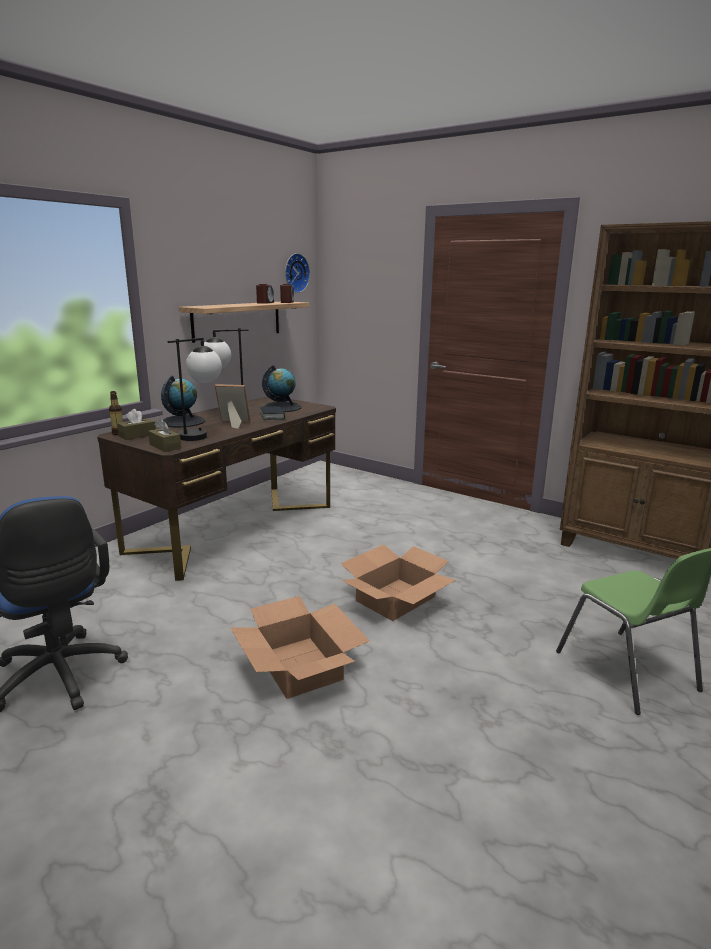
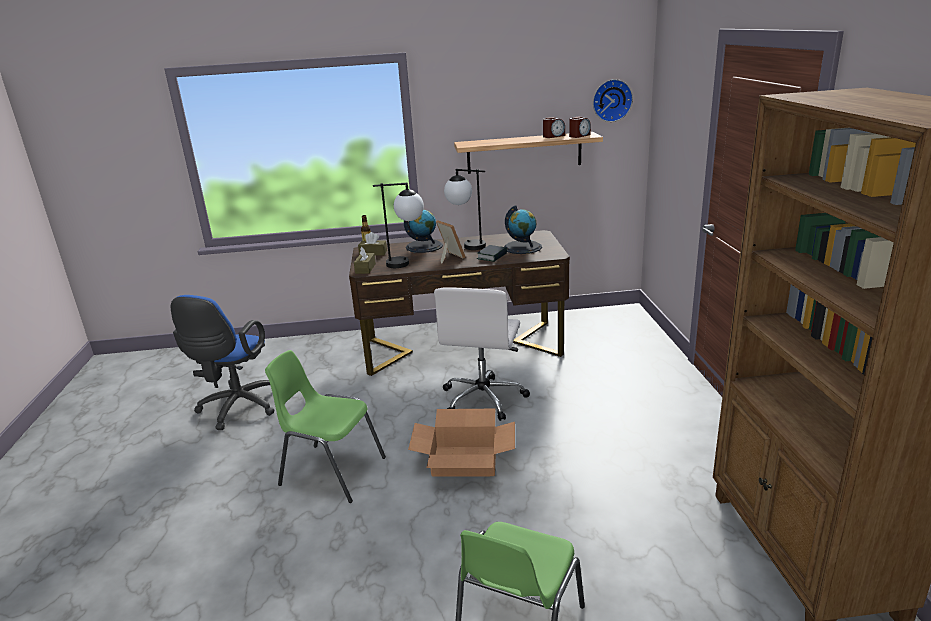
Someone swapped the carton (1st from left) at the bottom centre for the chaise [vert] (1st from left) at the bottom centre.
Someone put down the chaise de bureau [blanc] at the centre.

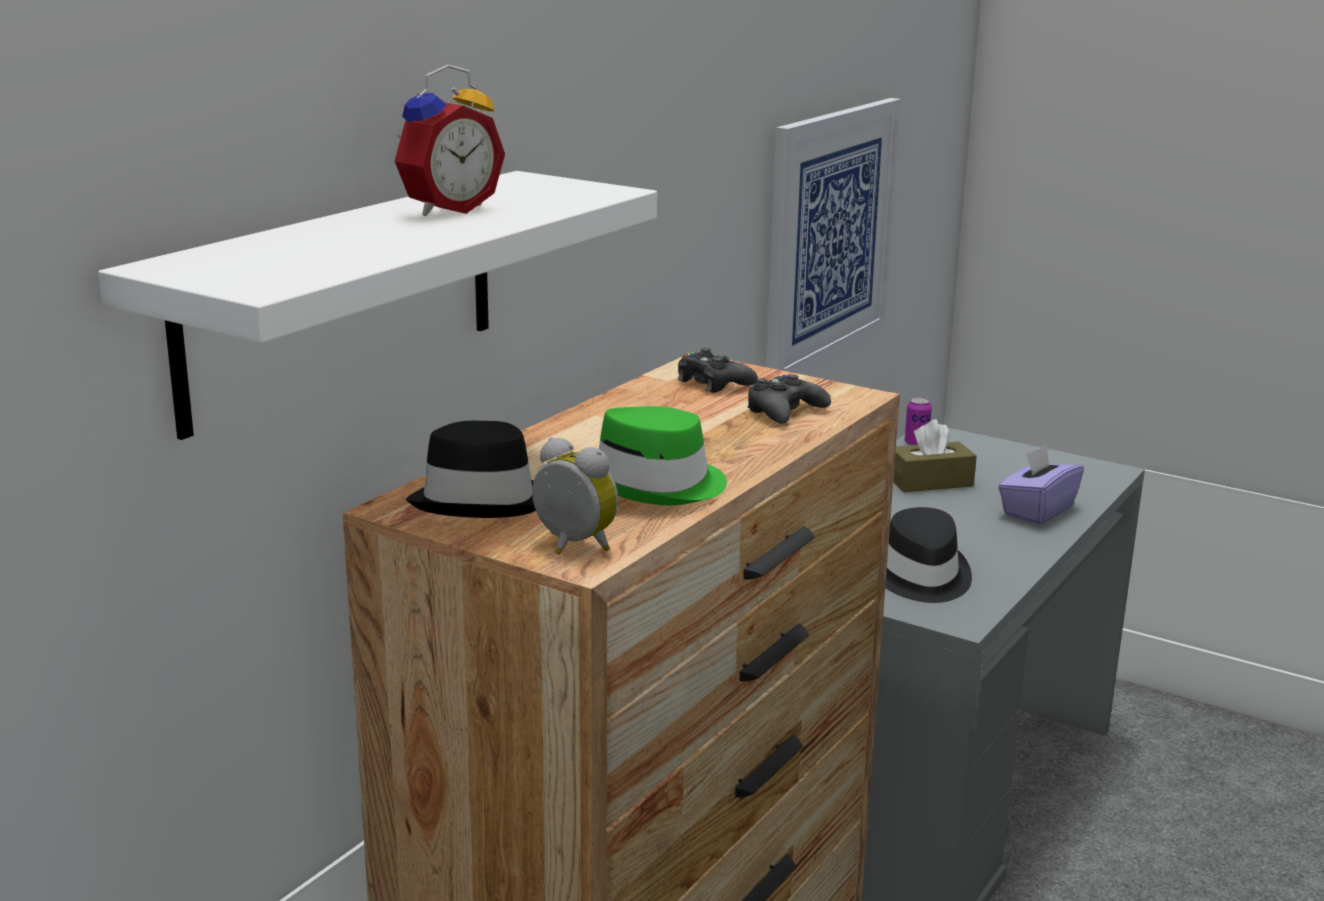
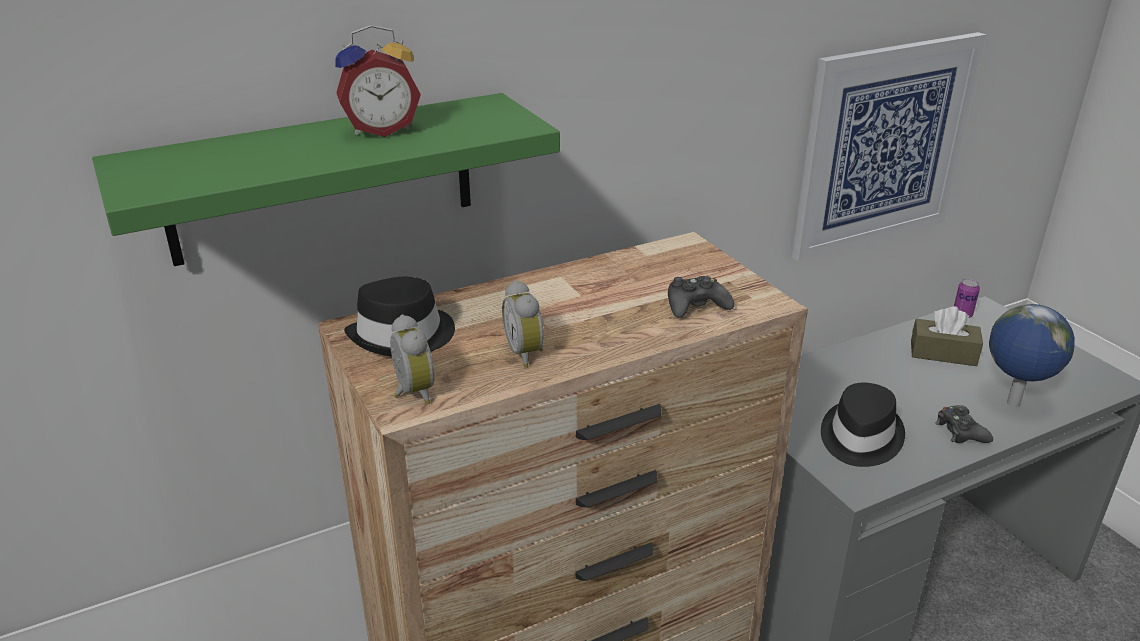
Someone repainted the étagère [blanc] at the middle left, which became the étagère [vert] at the top left.
Someone swapped the chapeau [vert] at the centre for the réveil (3rd from left) at the centre.
Someone carried the manette [noir] (1st from left in the first image) from the centre to the middle right.
Someone swapped the boîte à mouchoirs [violet] at the middle right for the globe at the middle right.

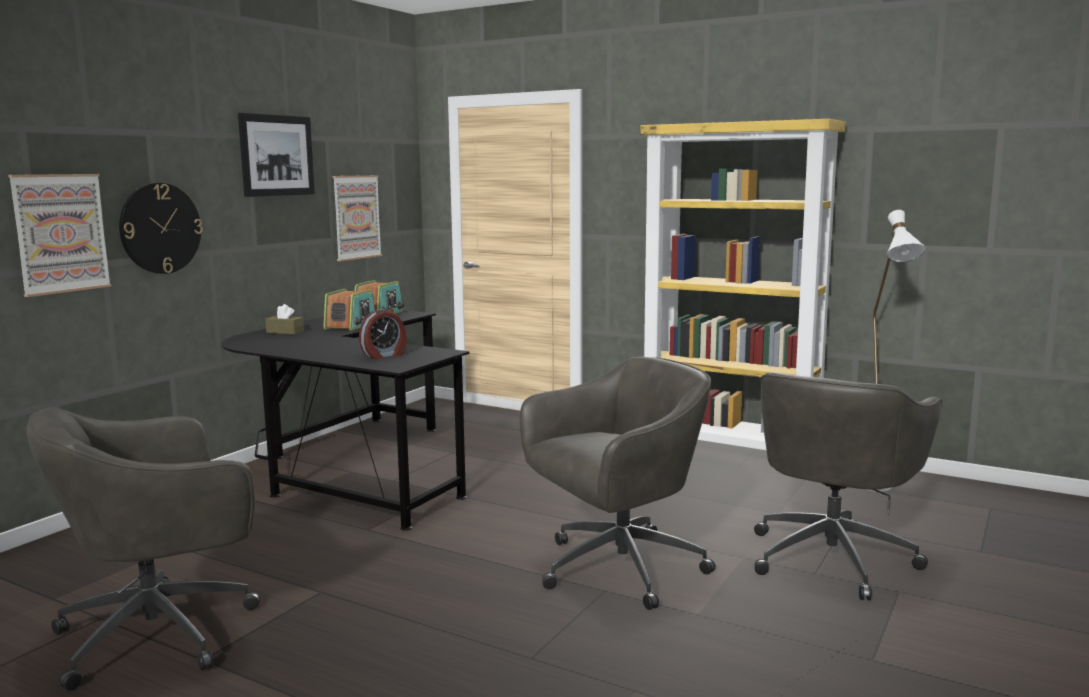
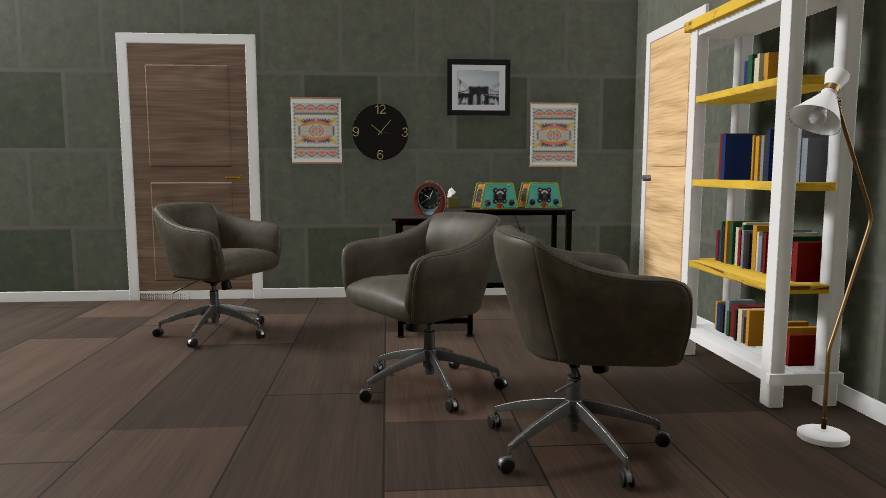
Someone rotated the chaise de bureau [gris] (2nd from left) at the bottom centre by 60 degrees counterclockwise.

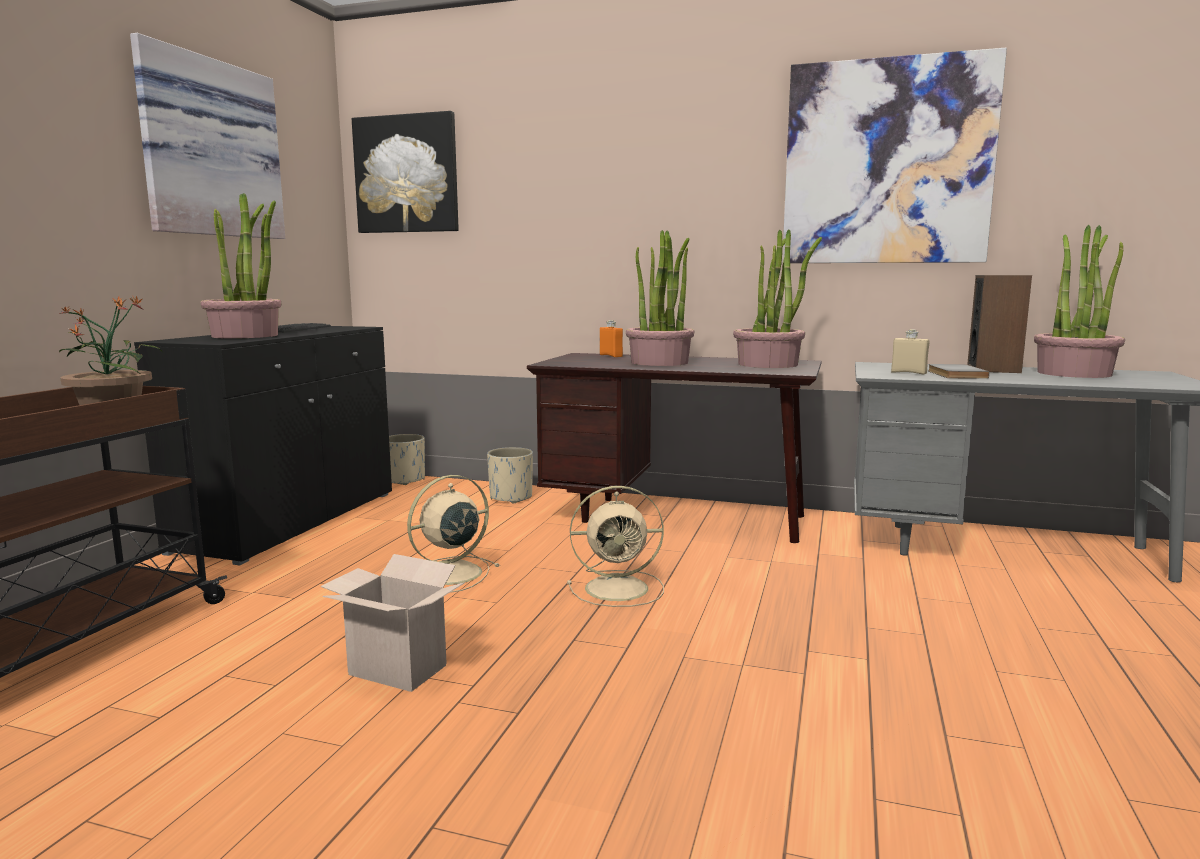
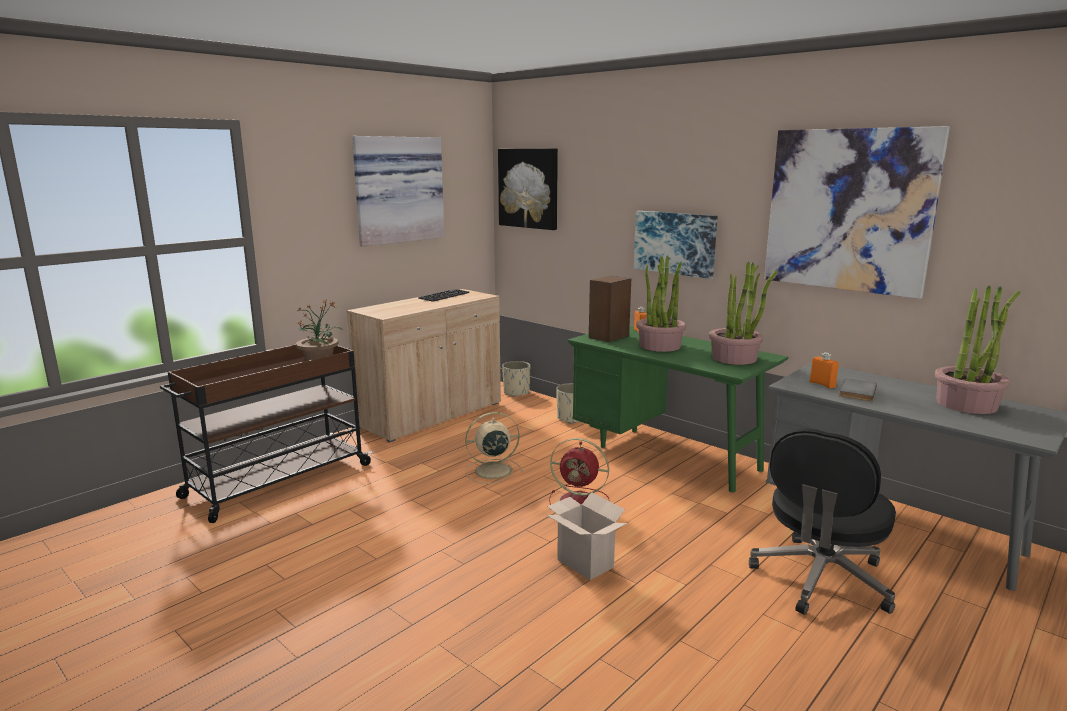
Someone repainted the meuble de rangement [noir] at the middle left, which became the meuble de rangement [beige] at the centre.
Someone carried the carton from the bottom left to the bottom centre.
Someone repainted the ventilateur [beige] (2nd from left) at the centre, which became the ventilateur [rouge] at the centre.
Someone repainted the bureau [marron] at the centre, which became the bureau [vert] at the centre.
Someone carried the enceinte from the middle right to the centre.
Someone put up the tableau (3rd from left) at the centre.
Someone put down the chaise de bureau [noir] at the bottom right.
Someone repainted the bouteille [beige] at the middle right, which became the bouteille [orange] (2nd from left) at the middle right.
Someone took away the plante en pot (2nd from left) at the top left.

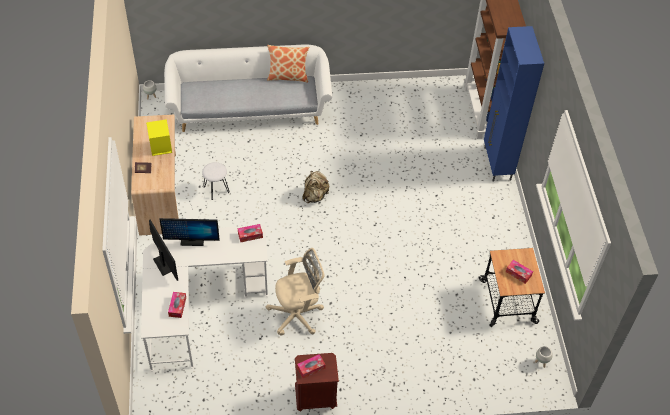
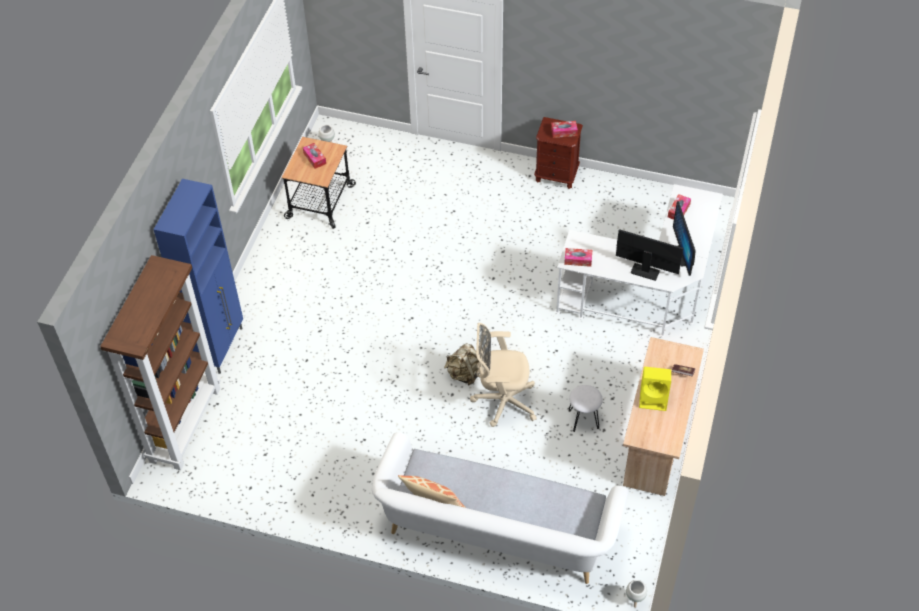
Someone carried the chaise de bureau [beige] from the bottom centre to the centre.

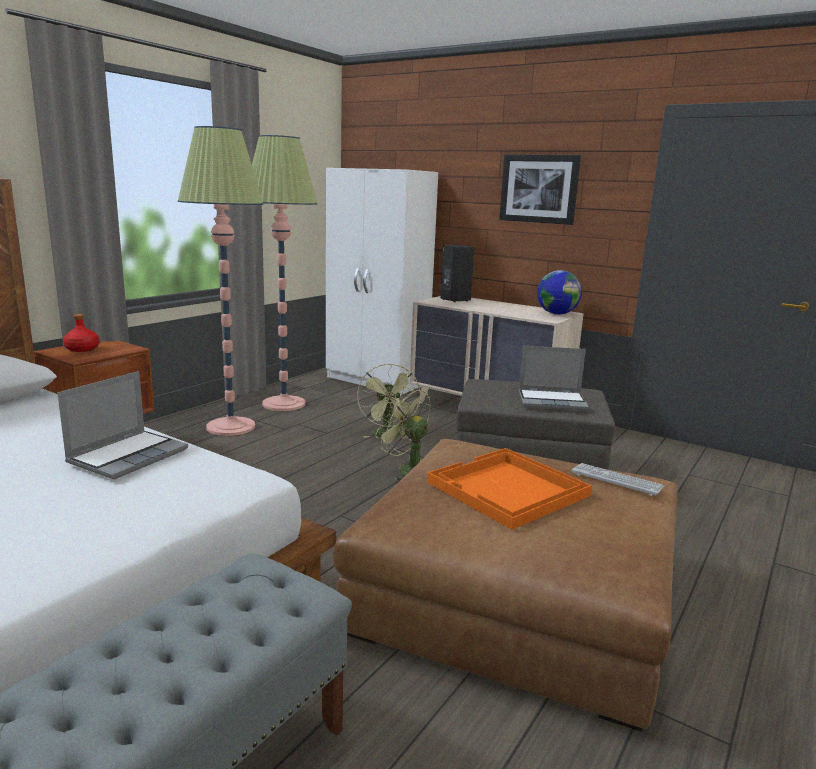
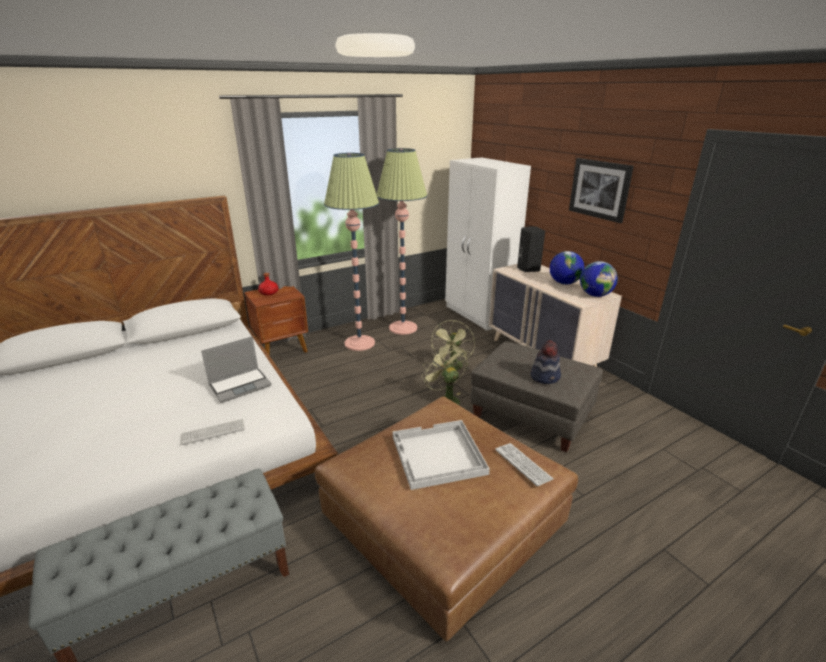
Someone put down the clavier (1st from left) at the middle left.
Someone repainted the plateau [orange] at the centre, which became the plateau [blanc] at the bottom centre.
Someone swapped the ordinateur portable (2nd from left) at the middle right for the chapeau at the centre.
Someone put down the globe (1st from left) at the middle right.

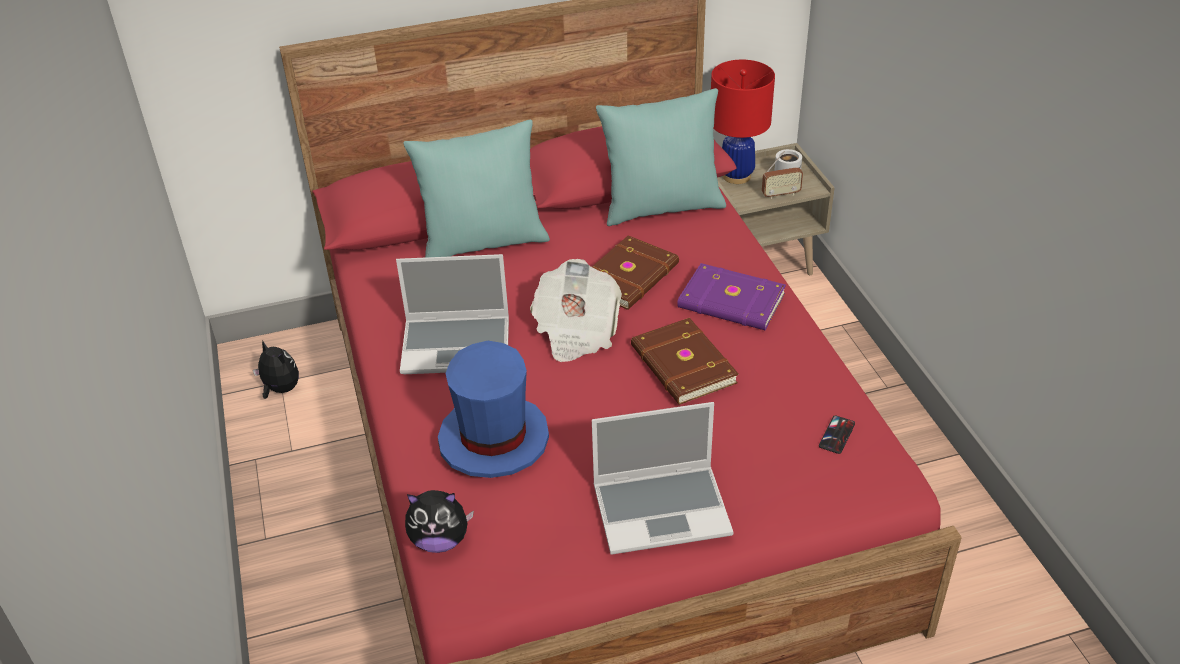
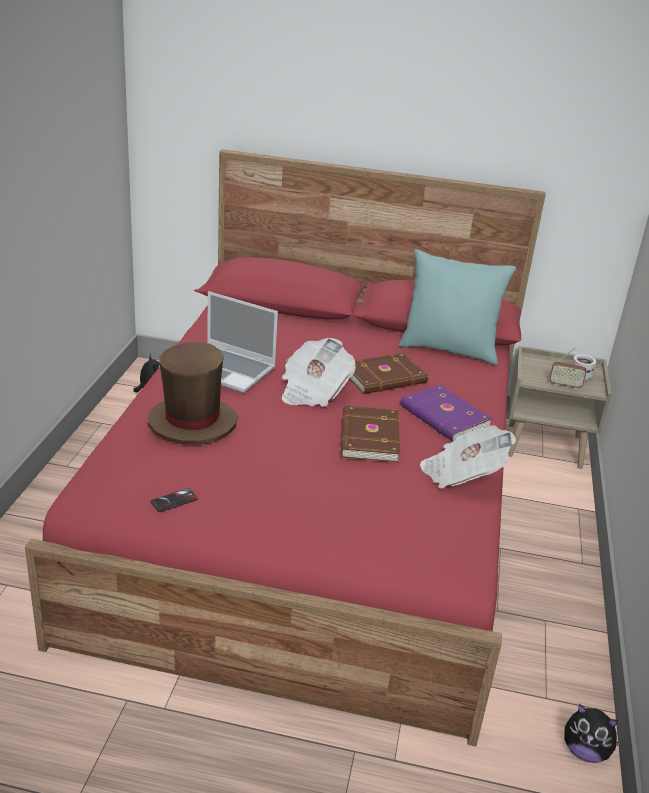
Someone repainted the chapeau [bleu] at the centre, which became the chapeau [marron] at the middle left.
Someone carried the téléphone from the middle right to the middle left.
Someone put down the journal (2nd from left) at the middle right.
Someone carried the peluche (2nd from left) from the bottom centre to the bottom right.
Someone took away the coussin [turquoise] (1st from left) at the top centre.
Someone took away the ordinateur portable (2nd from left) at the bottom centre.
Someone took away the lampe de table [rouge] at the top centre.

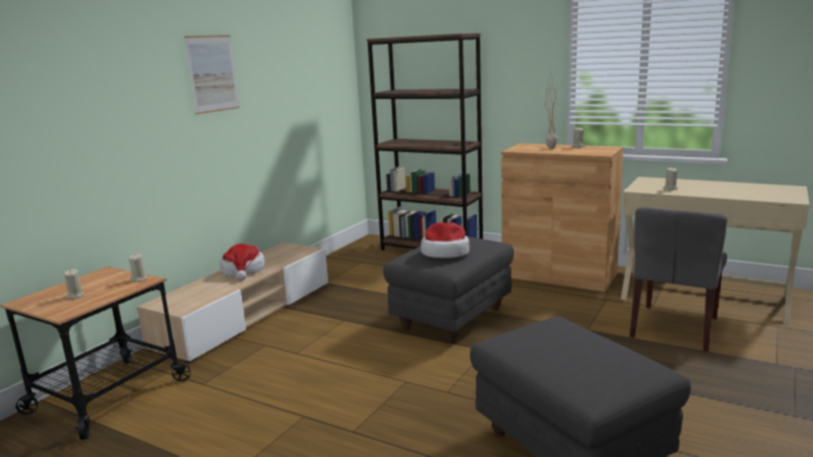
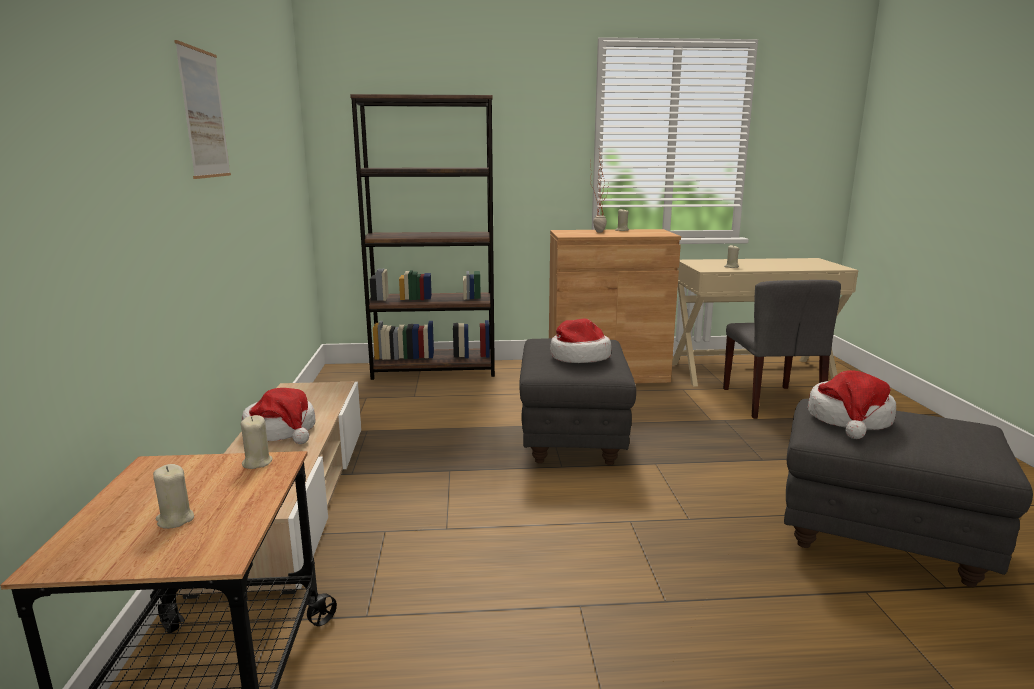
Someone put down the chapeau (3rd from left) at the middle right.

